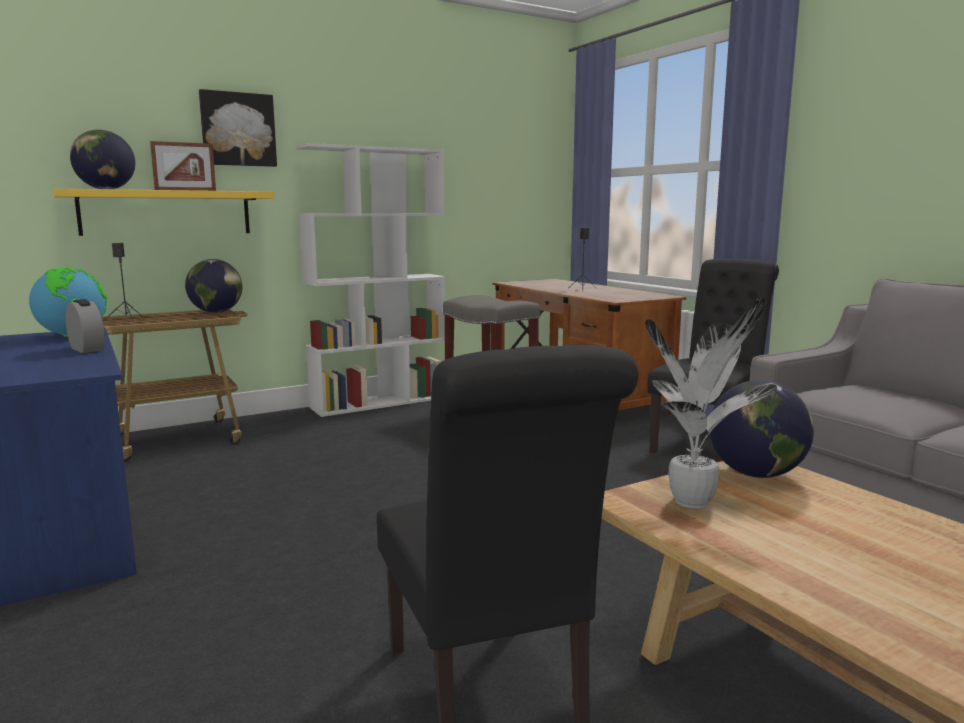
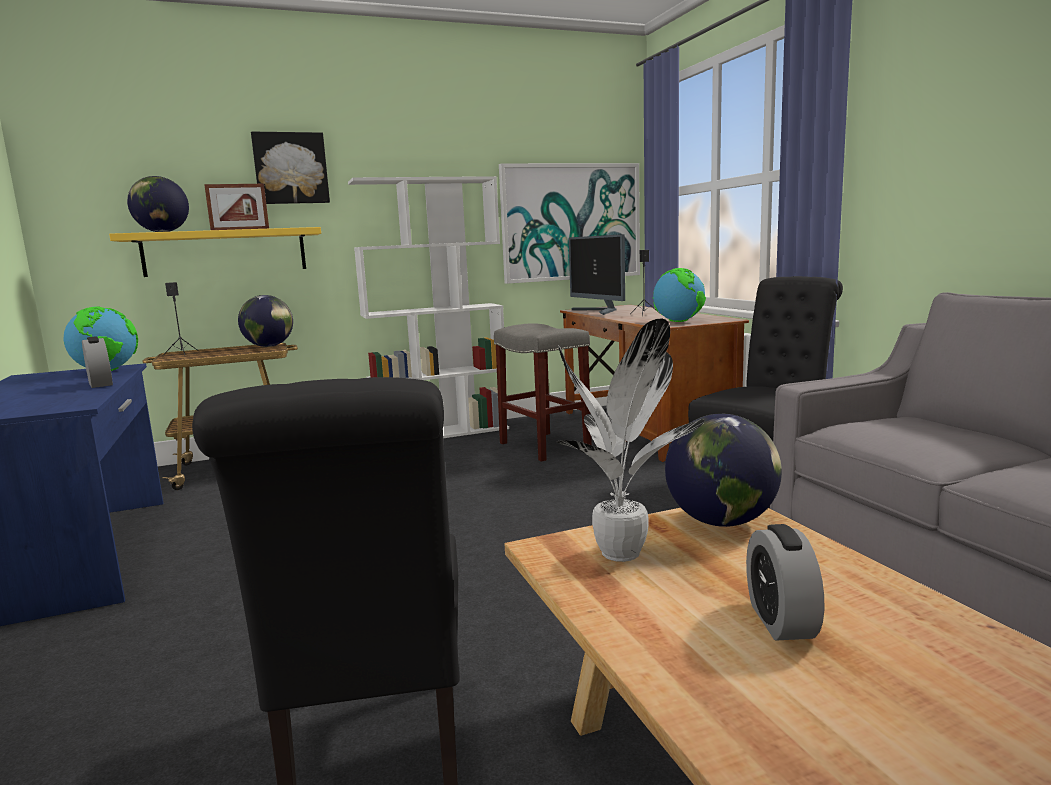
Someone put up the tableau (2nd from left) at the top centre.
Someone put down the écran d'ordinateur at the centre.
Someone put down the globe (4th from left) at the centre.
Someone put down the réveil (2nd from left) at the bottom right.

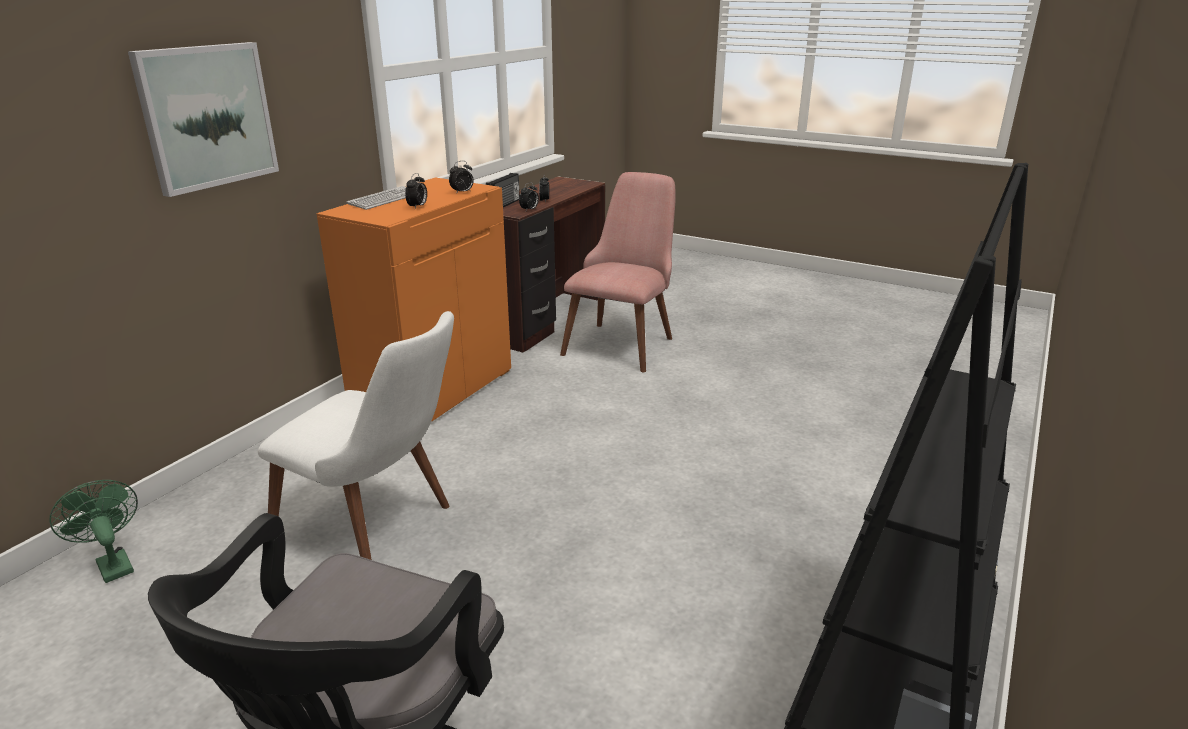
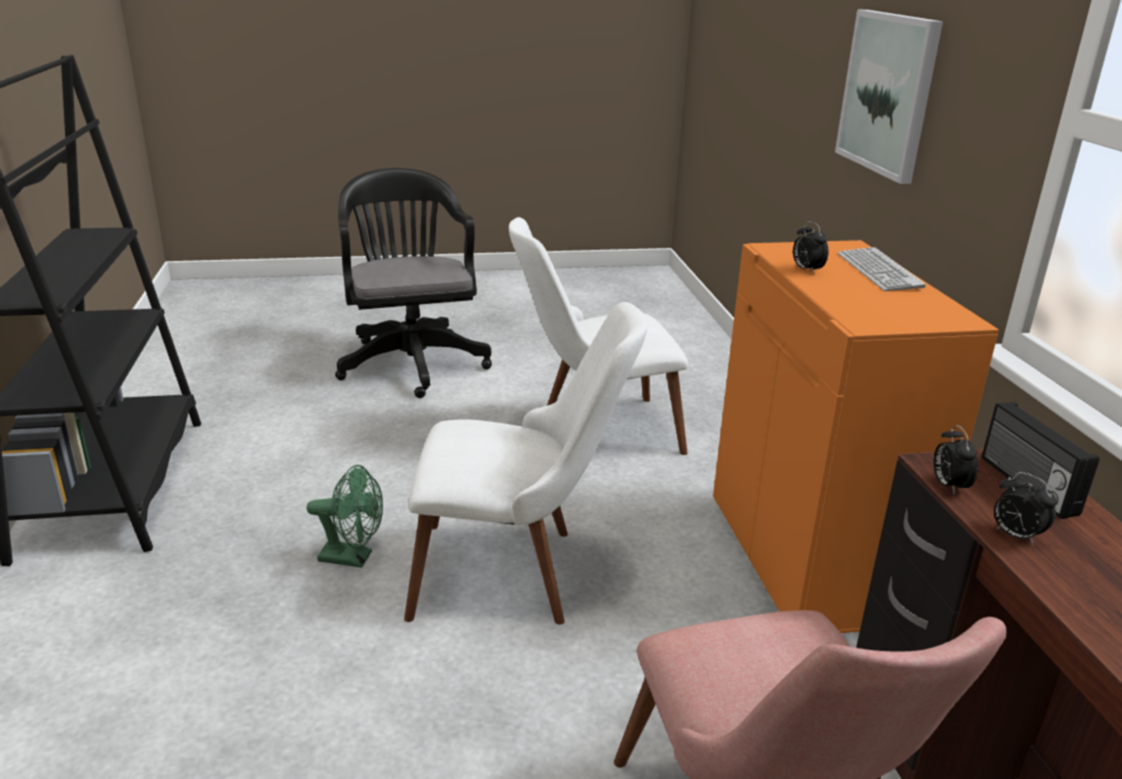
Someone carried the ventilateur [vert] from the bottom left to the middle left.
Someone put down the chaise [blanc] (1st from left) at the centre.
Someone took away the réveil (2nd from left) at the top centre.

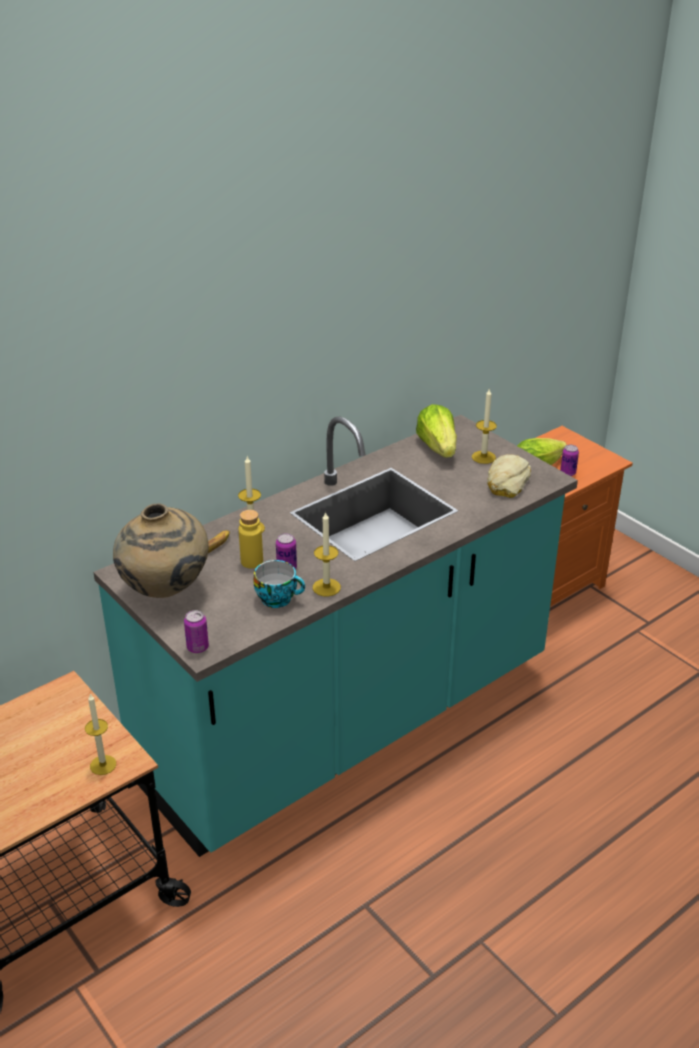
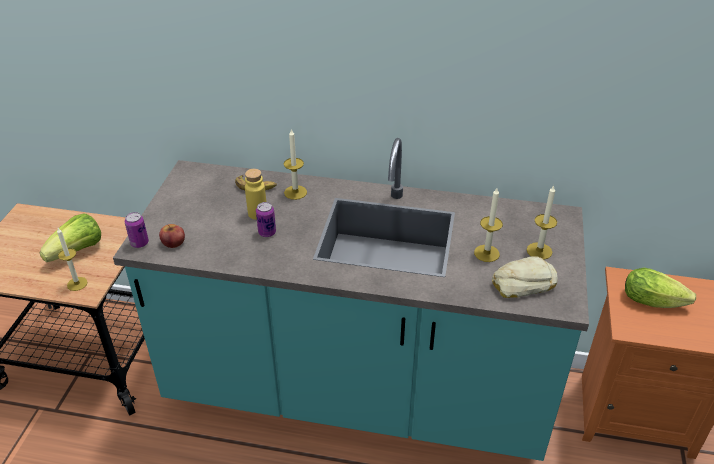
Someone carried the laitue (1st from left) from the centre to the middle left.
Someone put down the pomme at the middle left.
Someone carried the bougie (3rd from left) from the centre to the middle right.
Someone took away the vase [beige] at the middle left.
Someone took away the tasse at the centre.
Someone took away the boîte métallique (3rd from left) at the middle right.

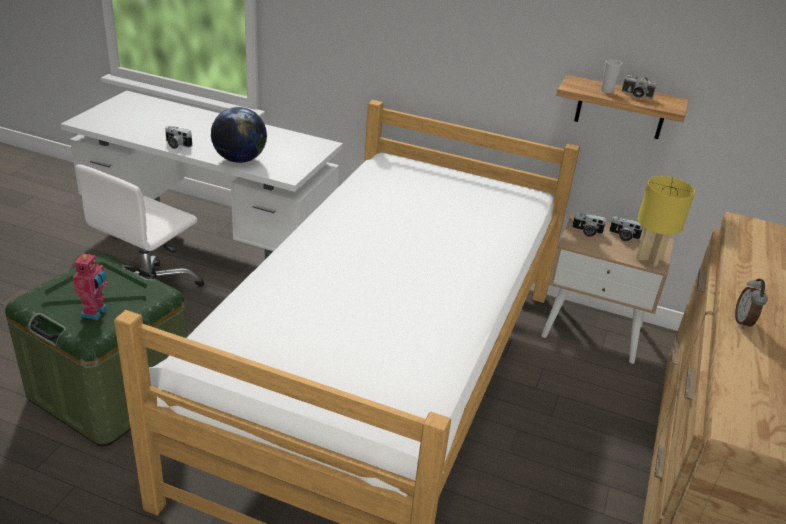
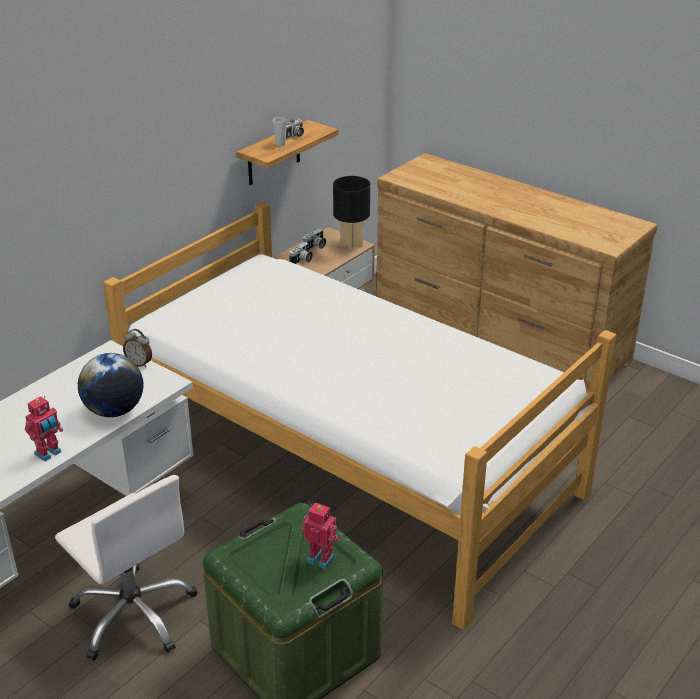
Someone swapped the appareil photo (1st from left) at the top left for the robot jouet (1st from left) at the middle left.
Someone carried the réveil from the middle right to the middle left.
Someone repainted the lampe de table [jaune] at the middle right, which became the lampe de table [noir] at the top centre.

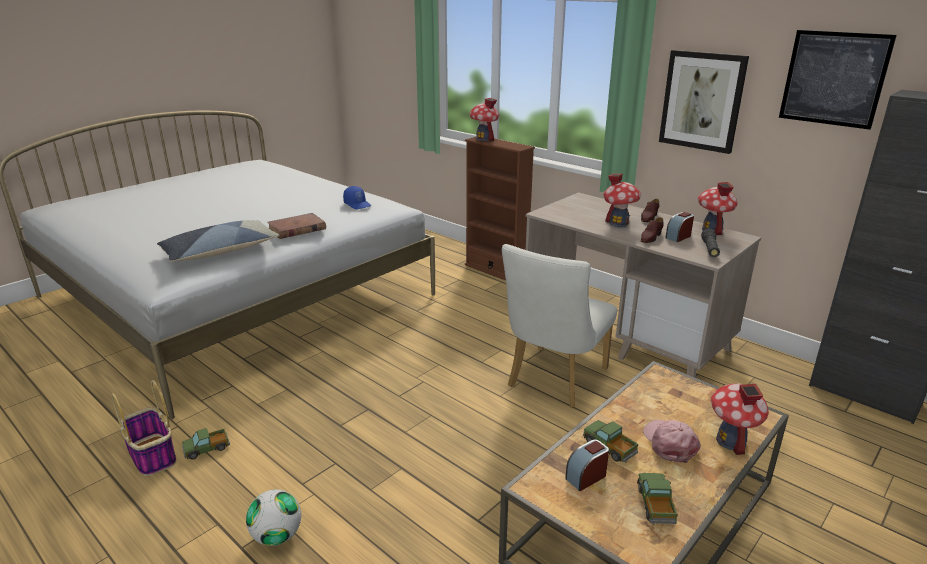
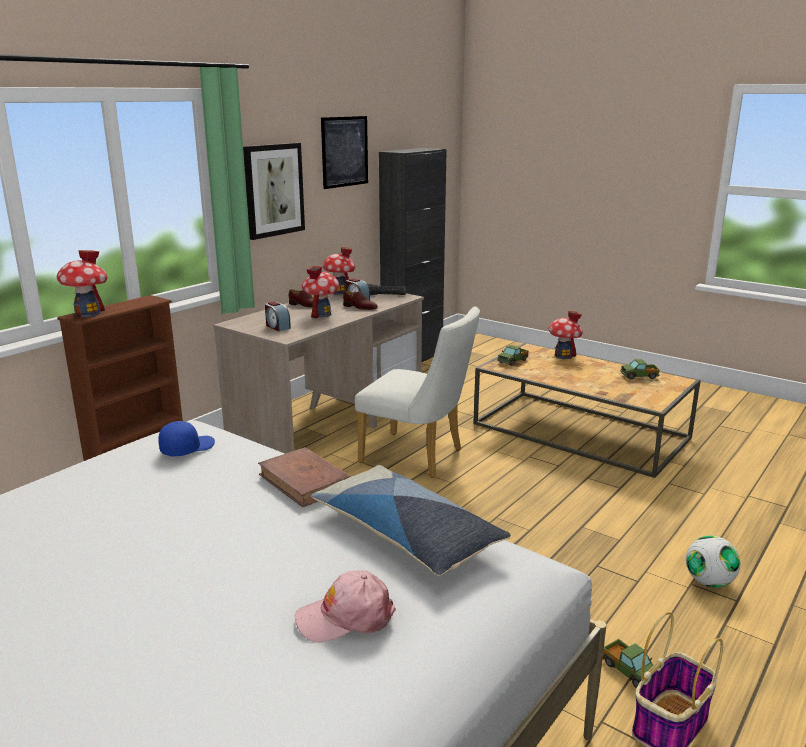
Someone carried the réveil (1st from left) from the bottom centre to the centre.
Someone carried the casquette [rose] from the bottom right to the bottom centre.
Someone carried the camion jouet (2nd from left in the first image) from the bottom centre to the centre.

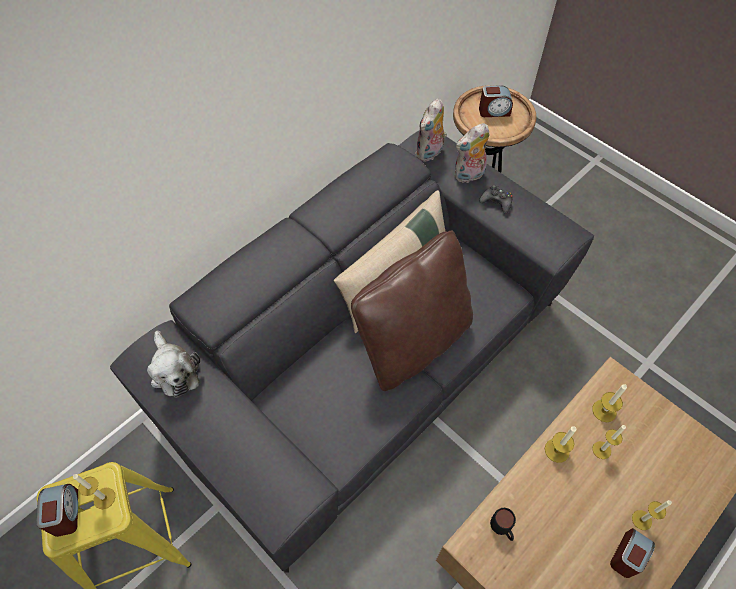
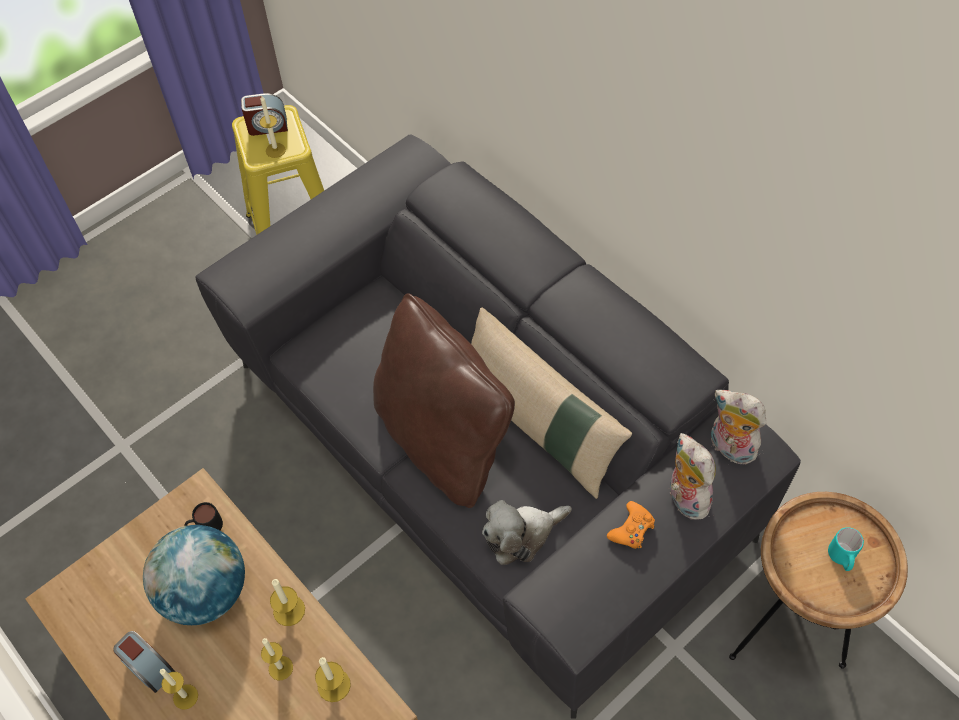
Someone put down the globe at the bottom left.
Someone carried the peluche (1st from left) from the middle left to the bottom centre.
Someone repainted the manette [noir] at the middle right, which became the manette [orange] at the bottom centre.
Someone swapped the réveil (2nd from left) at the top right for the mug [turquoise] at the bottom right.

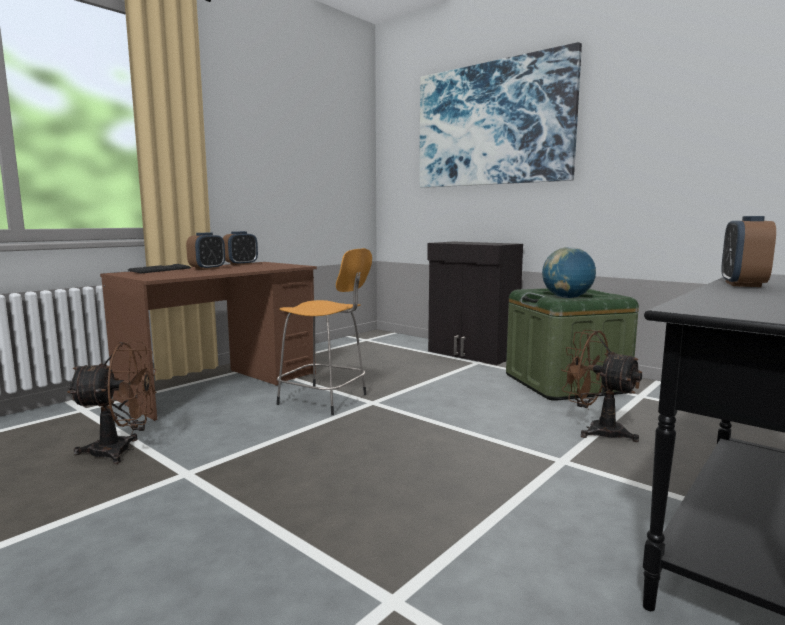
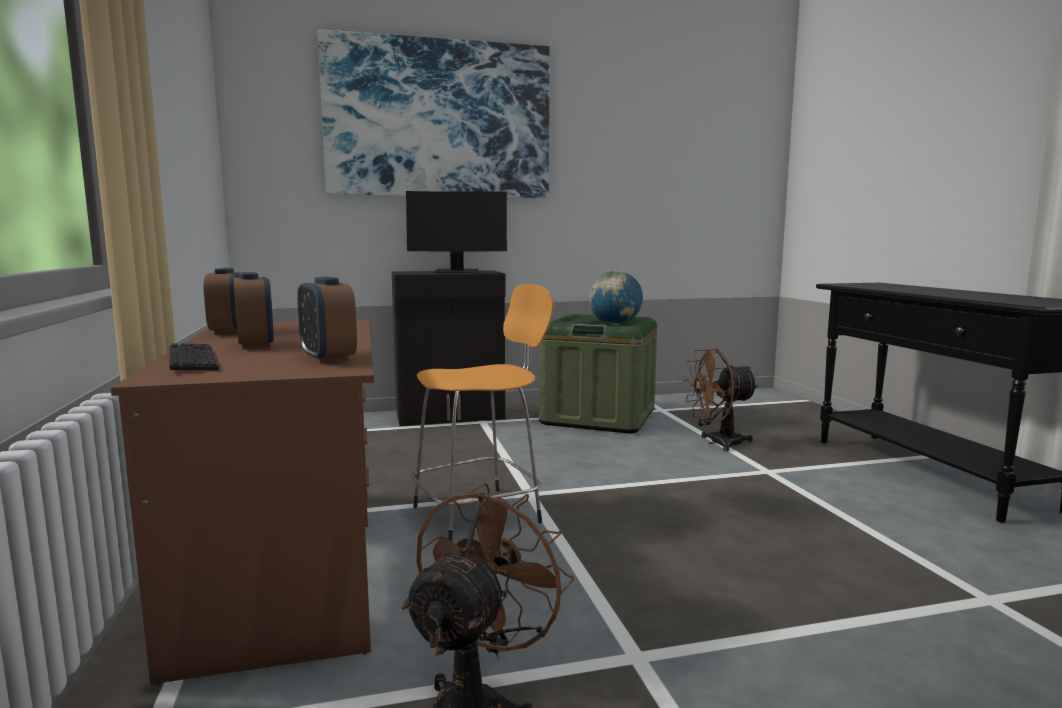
Someone carried the réveil (3rd from left) from the middle right to the middle left.
Someone put down the écran d'ordinateur at the top centre.

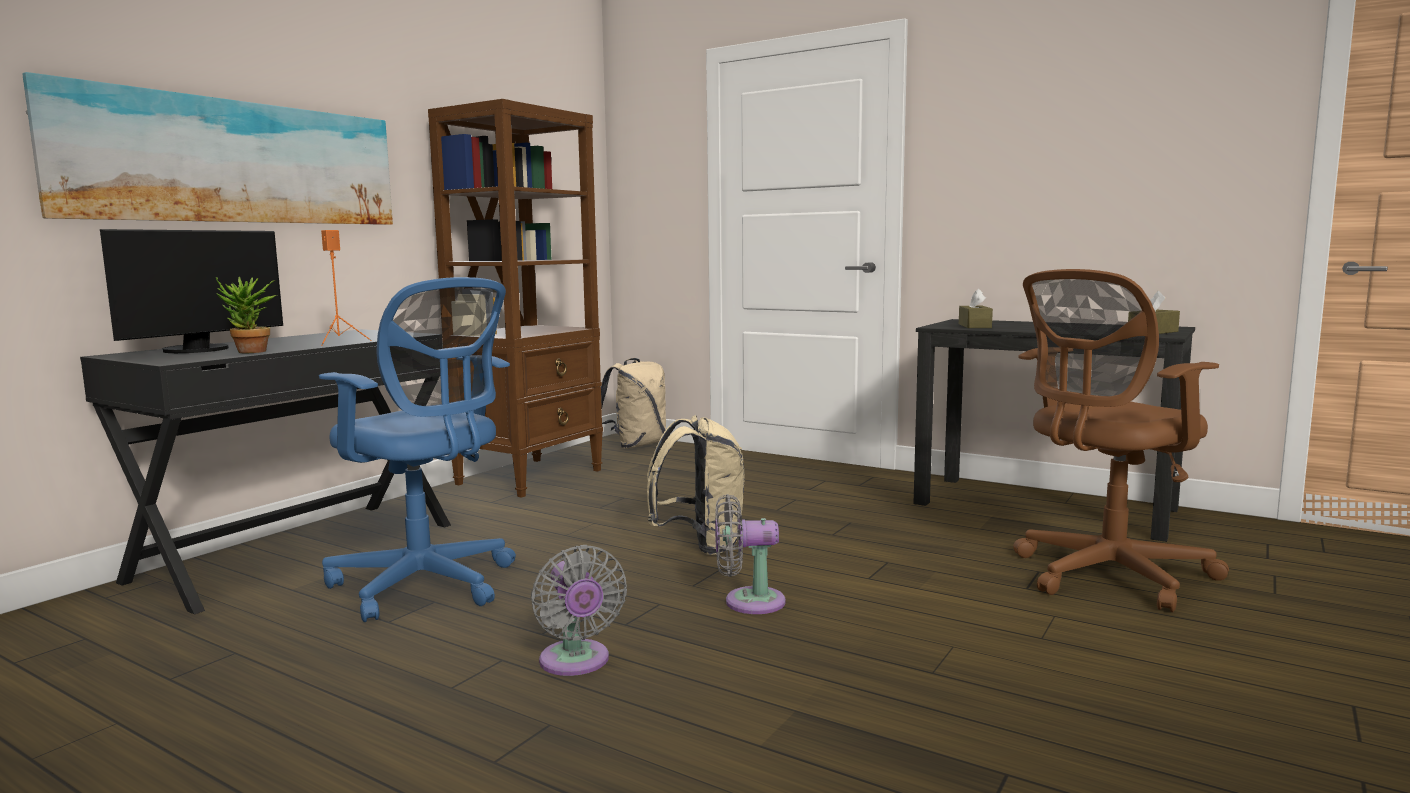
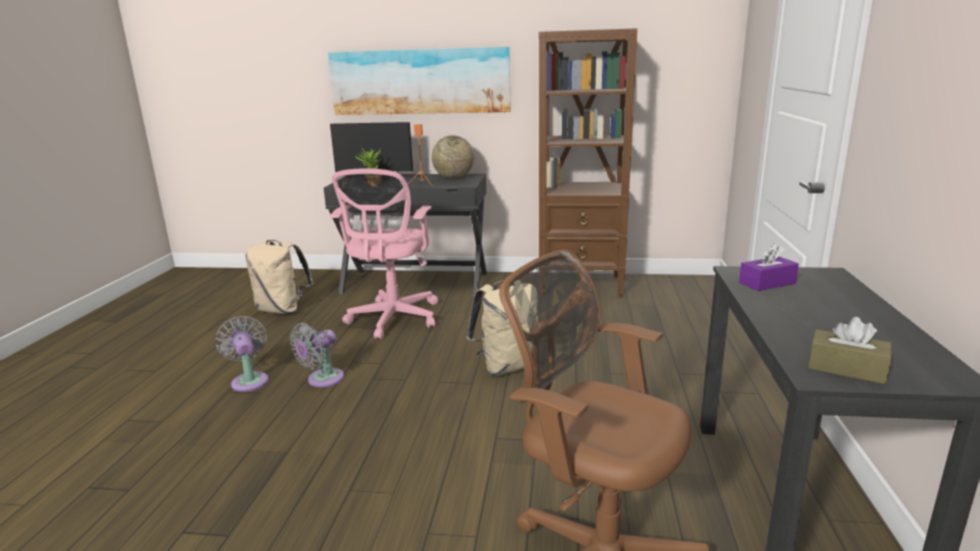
Someone carried the ventilateur [gris] (2nd from left in the first image) from the bottom centre to the middle left.
Someone carried the sac à dos [beige] (1st from left) from the centre to the middle left.
Someone repainted the chaise de bureau [bleu] at the middle left, which became the chaise de bureau [rose] at the centre.
Someone put down the globe at the top centre.
Someone repainted the boîte à mouchoirs [marron] (1st from left) at the middle right, which became the boîte à mouchoirs [violet] at the middle right.

